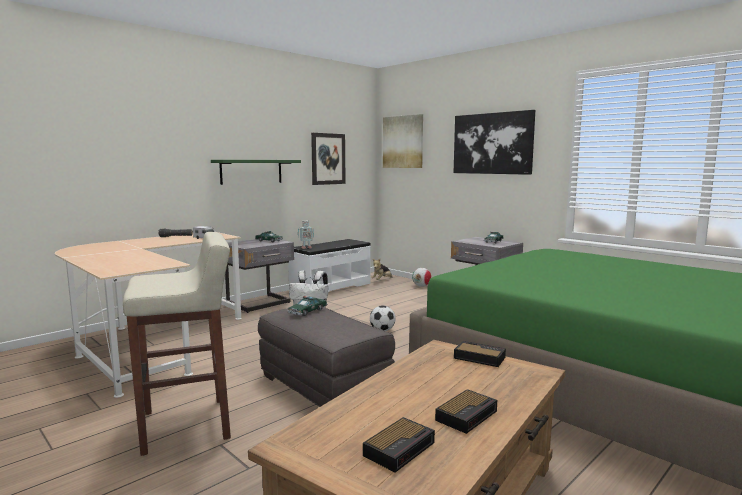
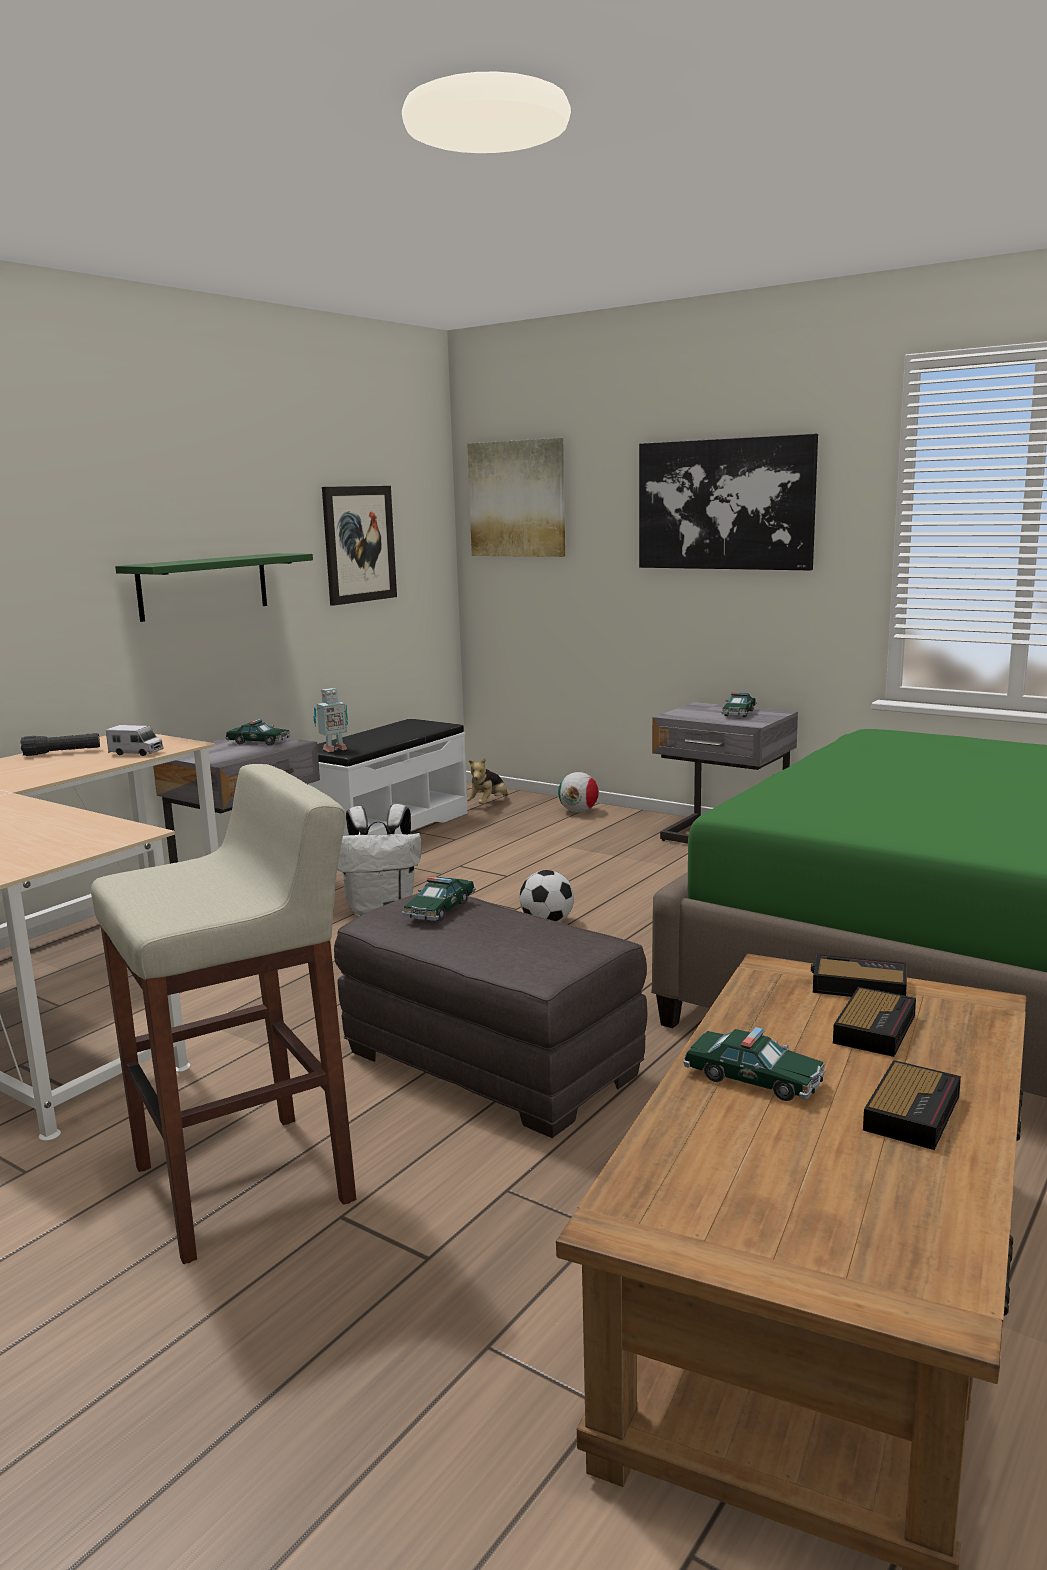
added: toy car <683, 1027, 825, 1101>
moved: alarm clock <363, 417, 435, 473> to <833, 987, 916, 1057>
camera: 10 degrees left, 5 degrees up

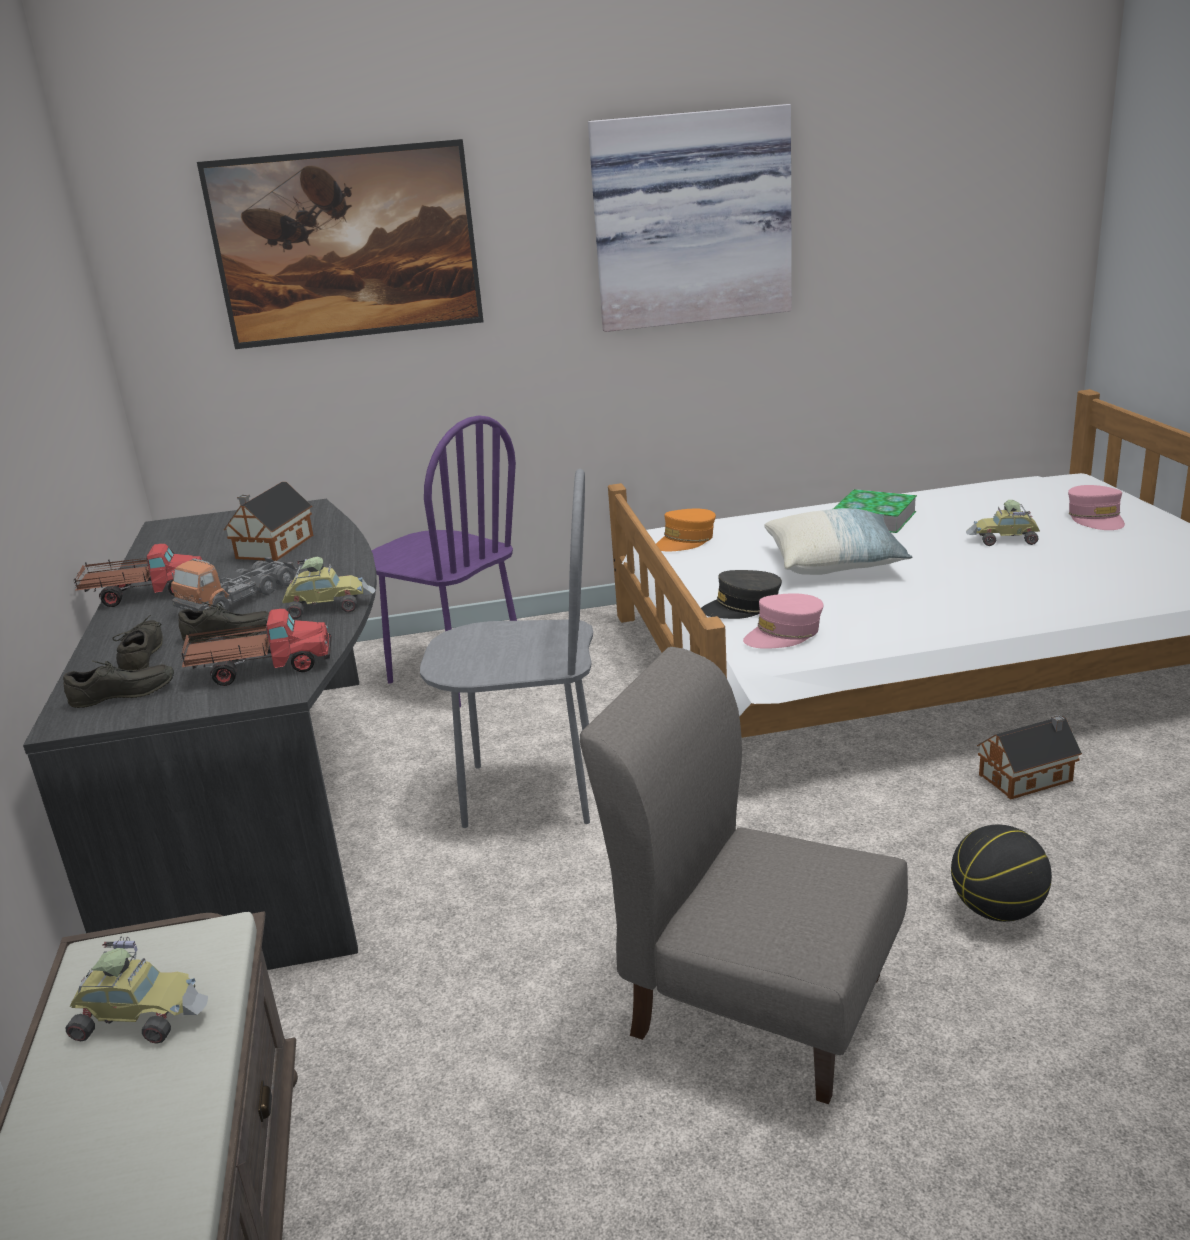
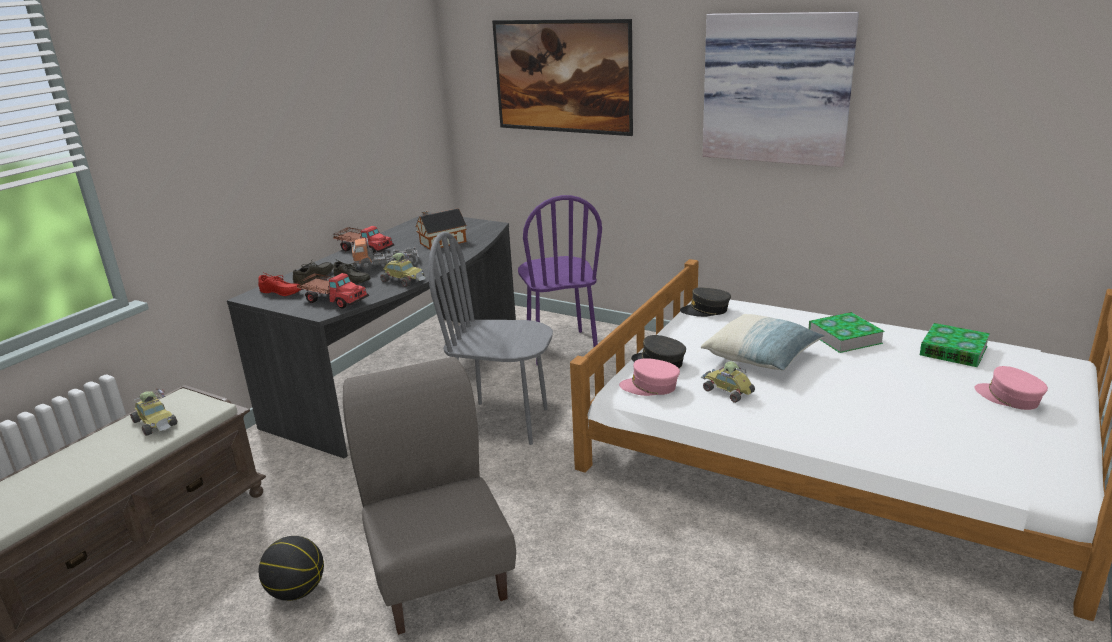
removed: toy house <977, 715, 1082, 800>
added: book <920, 323, 990, 367>
moved: basketball <951, 825, 1052, 922> to <259, 536, 324, 601>; toy car <966, 500, 1040, 546> to <700, 361, 755, 403>
recoloured: grey shoe <63, 661, 174, 708> to red shoe <258, 273, 301, 296>; orange cap <656, 509, 716, 551> to grey cap <680, 288, 731, 317>
turned: grey chair <420, 469, 593, 828> = <428, 232, 553, 445> 150 degrees clockwise; pink cap <1068, 485, 1125, 530> = <974, 366, 1048, 410> 105 degrees clockwise
camera: 40 degrees right, 0 degrees up

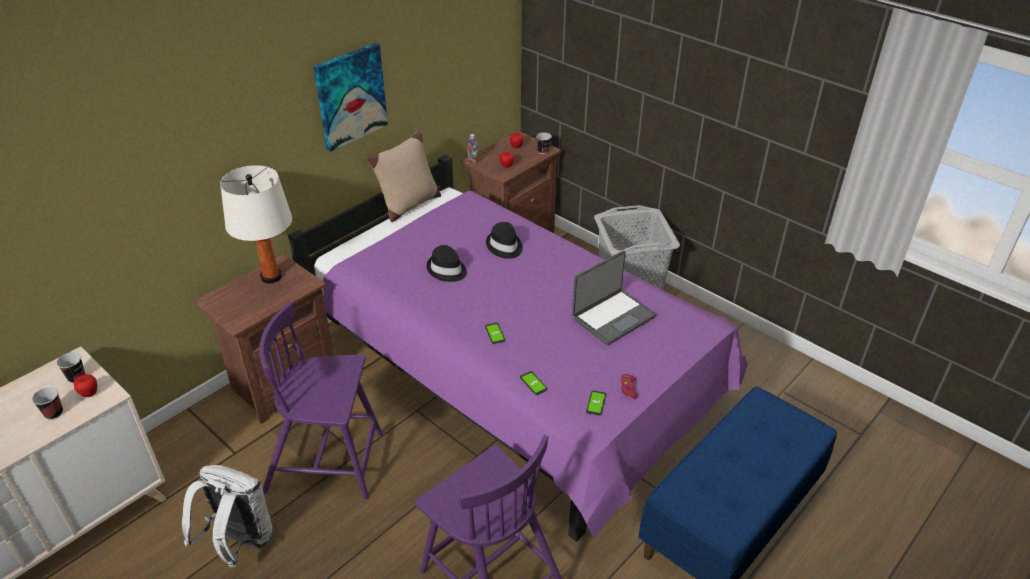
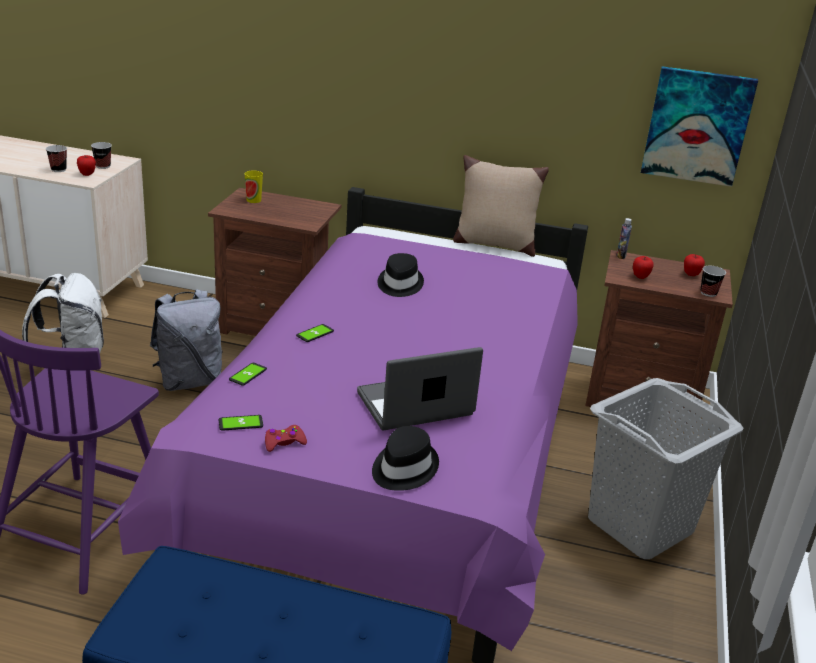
removed: white table lamp <220, 165, 292, 283>
added: cup <245, 171, 263, 203>
moved: picture <314, 43, 388, 152> to <641, 66, 758, 187>; black hat <486, 222, 523, 259> to <372, 426, 439, 491>
replaced: purple chair <259, 302, 383, 499> to grey backpack <150, 289, 223, 391>
turned: laptop <572, 251, 656, 345> = <357, 347, 483, 431> 135 degrees clockwise
camera: 60 degrees right, 10 degrees down

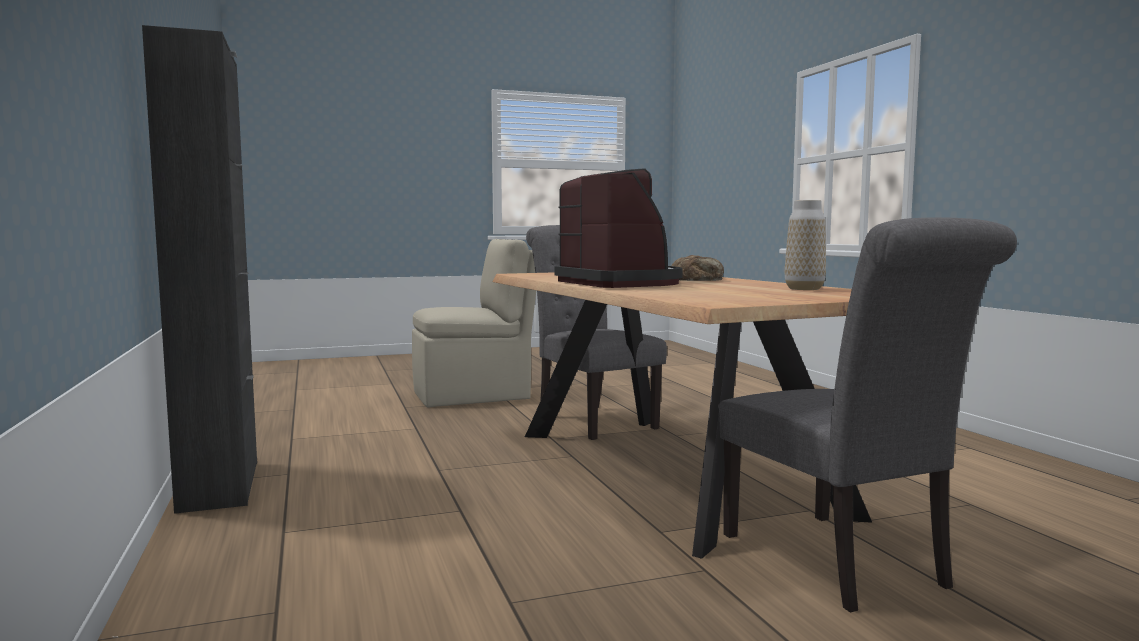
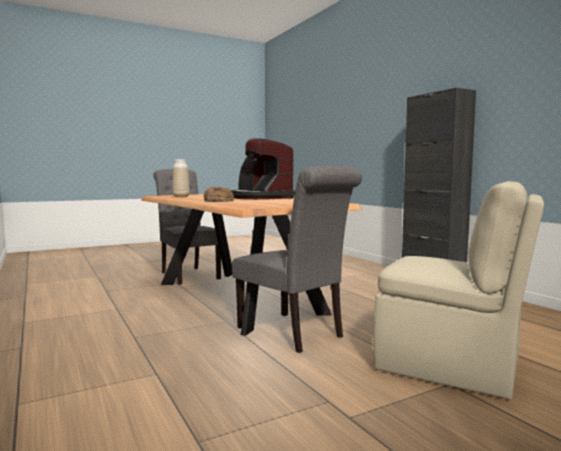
turned: beige chair <412, 239, 536, 408> = <374, 181, 544, 399> 120 degrees counterclockwise
camera: 170 degrees right, 0 degrees up

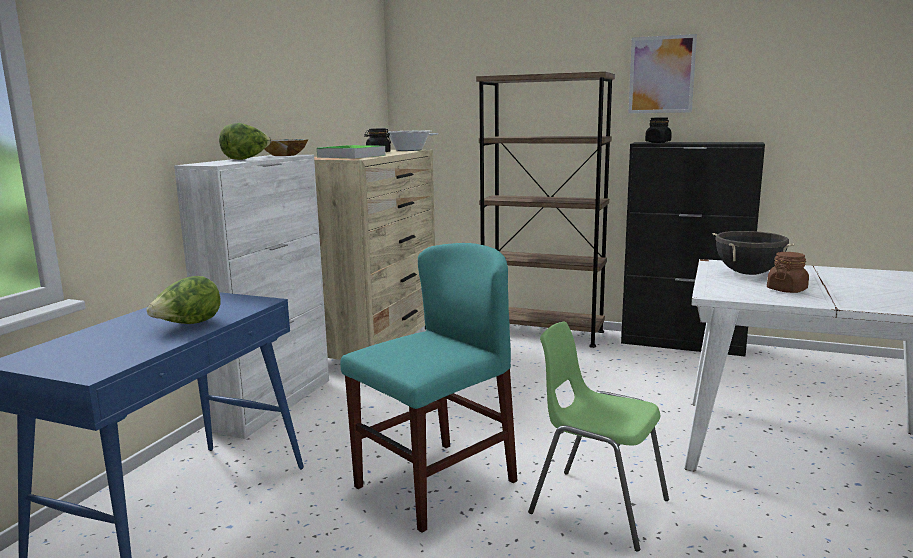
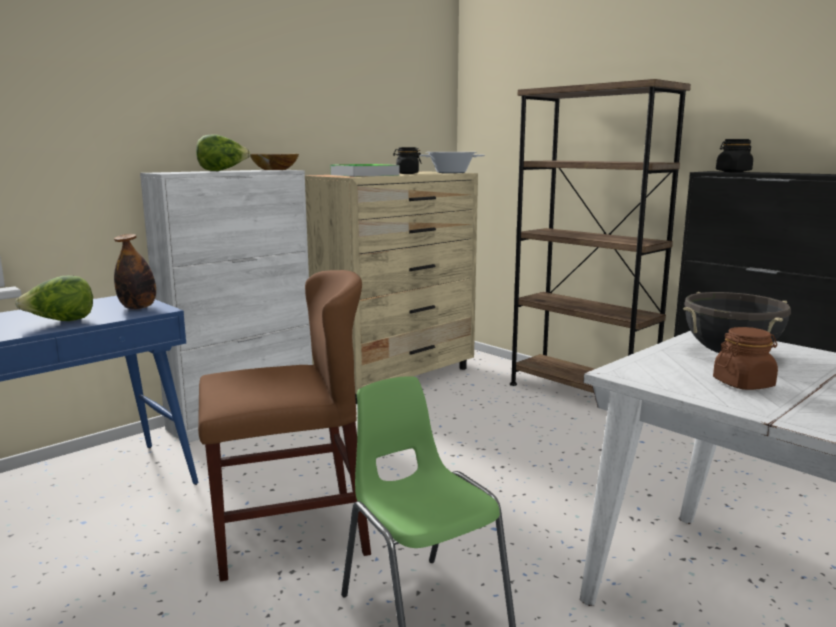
removed: picture <628, 34, 697, 113>
added: bottle <114, 234, 156, 310>
recoloured: turquoise chair <340, 243, 517, 533> to brown chair <198, 270, 371, 582>
camera: 25 degrees right, 0 degrees up

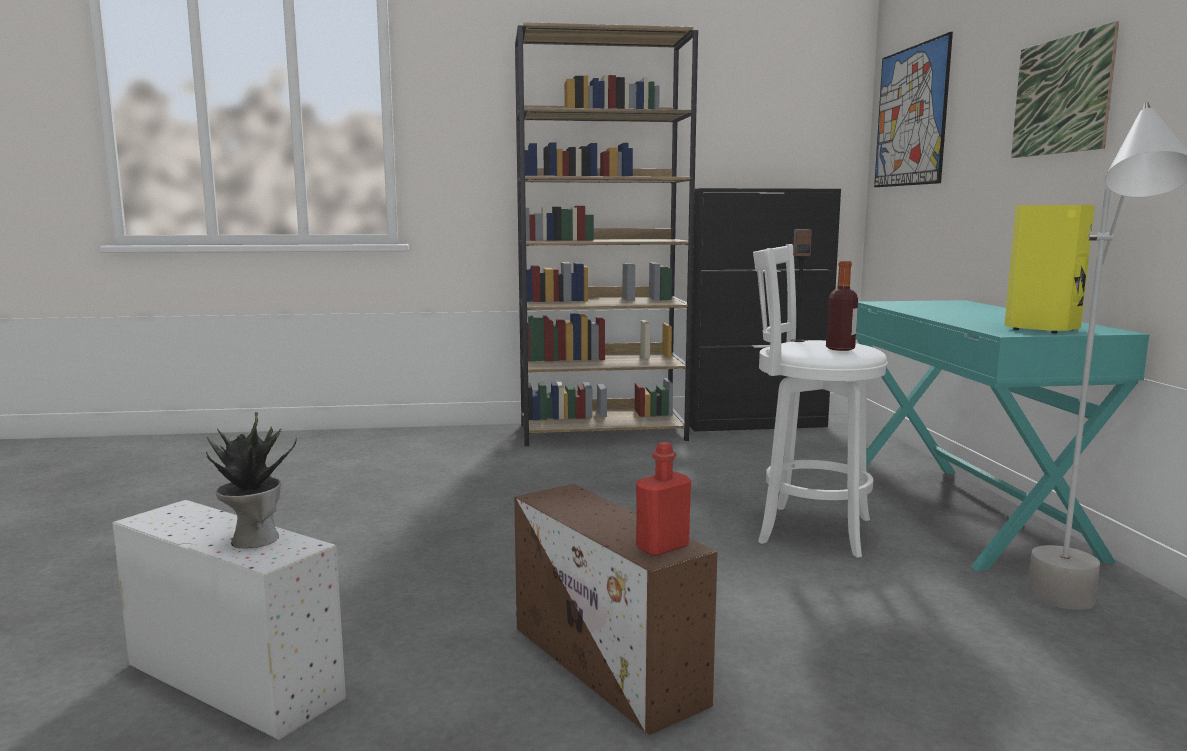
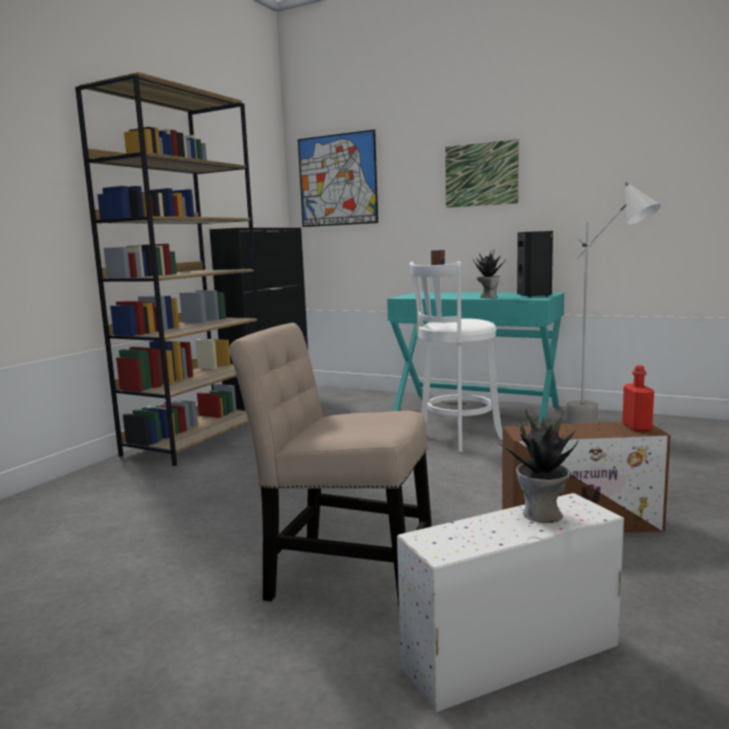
removed: bottle <826, 261, 858, 351>
added: beige chair <229, 323, 432, 606>; potted plant <473, 250, 506, 298>
recoloured: yellow speaker <1004, 205, 1095, 333> to black speaker <517, 231, 553, 298>
camera: 55 degrees left, 0 degrees up

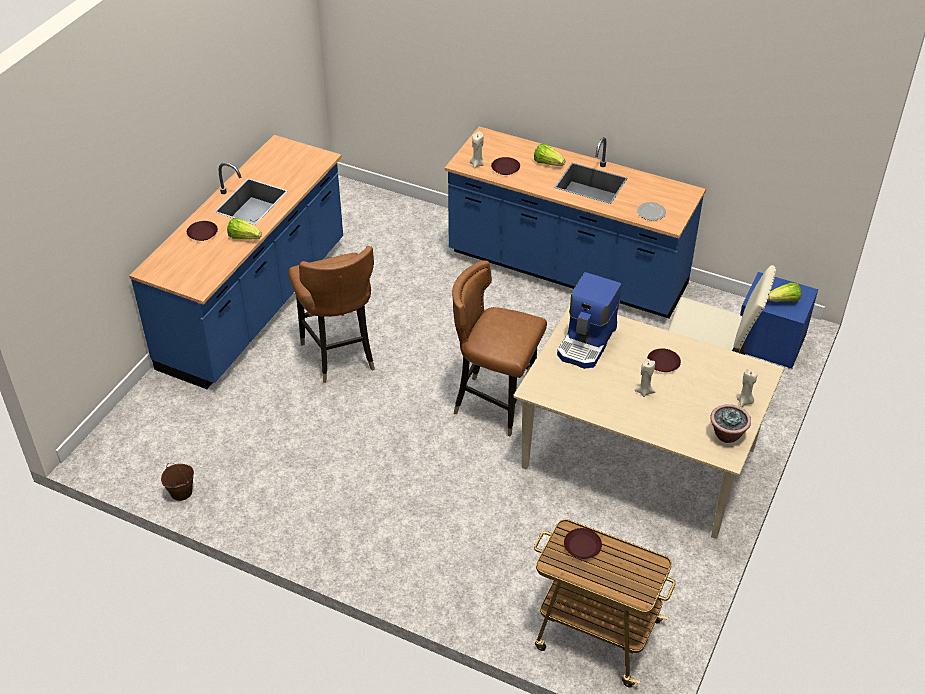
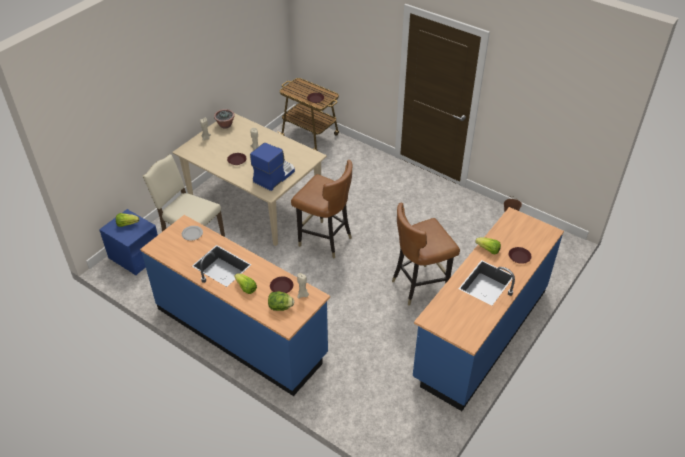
added: lettuce <268, 291, 294, 311>
turned: brown chair <289, 246, 375, 383> = <392, 203, 460, 306> 105 degrees counterclockwise
camera: 170 degrees left, 0 degrees up

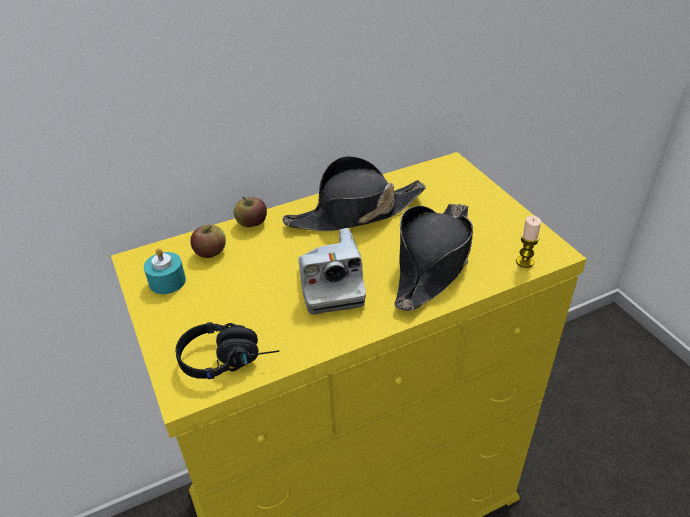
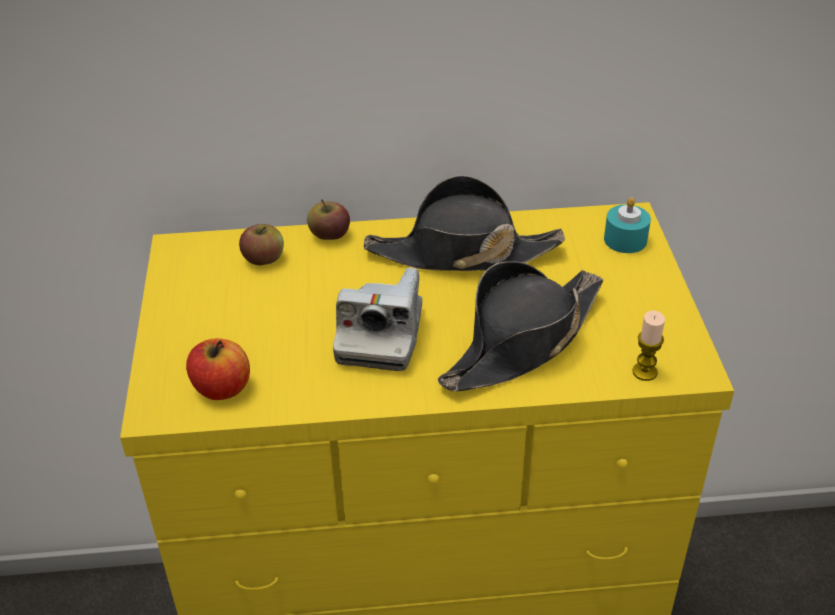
moved: turquoise candle <144, 248, 186, 294> to <604, 197, 651, 253>
replaced: black headphones <176, 322, 279, 379> to apple <186, 338, 250, 400>
camera: 20 degrees right, 0 degrees up

